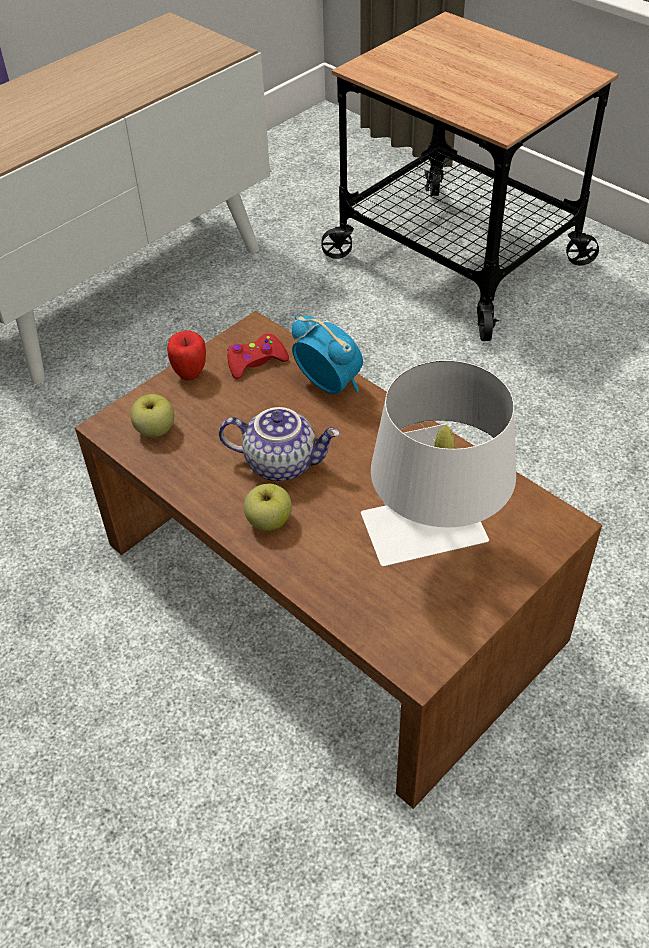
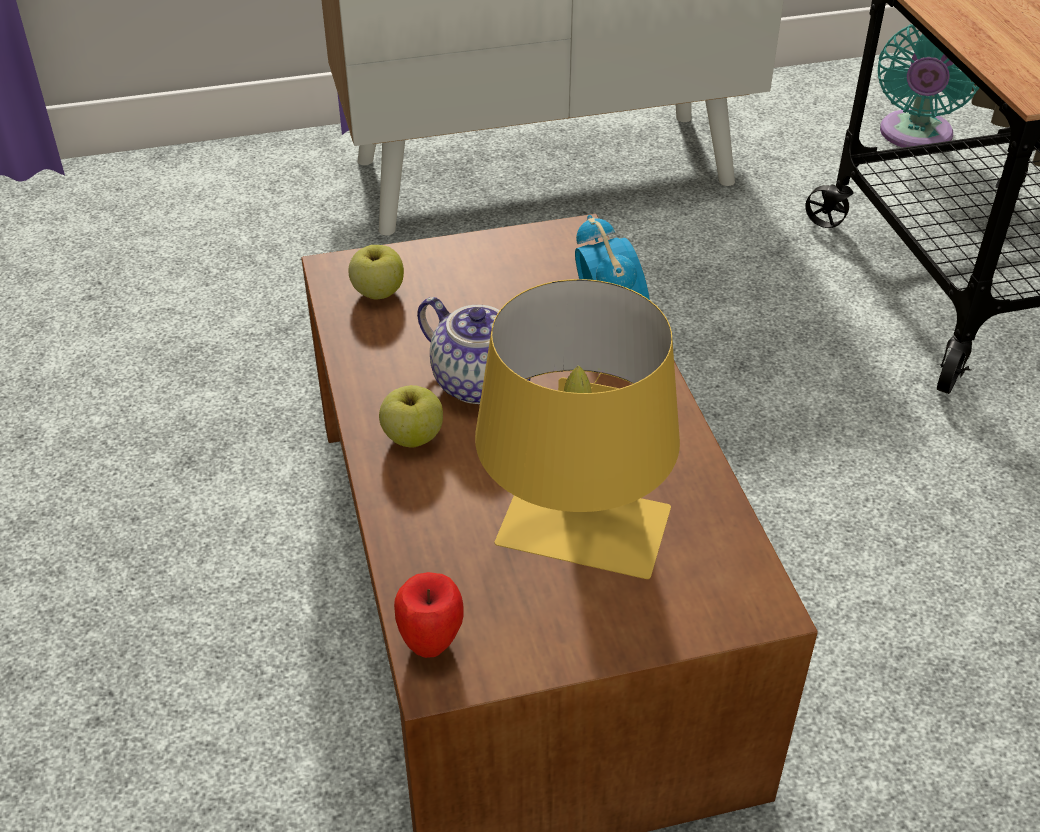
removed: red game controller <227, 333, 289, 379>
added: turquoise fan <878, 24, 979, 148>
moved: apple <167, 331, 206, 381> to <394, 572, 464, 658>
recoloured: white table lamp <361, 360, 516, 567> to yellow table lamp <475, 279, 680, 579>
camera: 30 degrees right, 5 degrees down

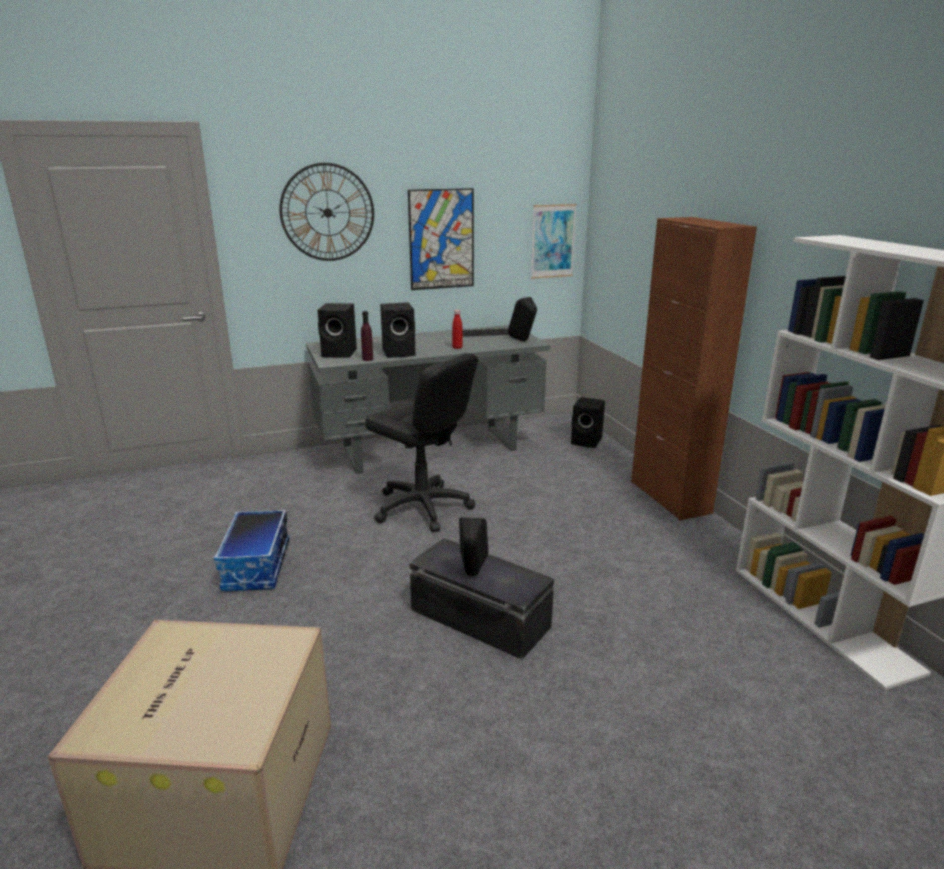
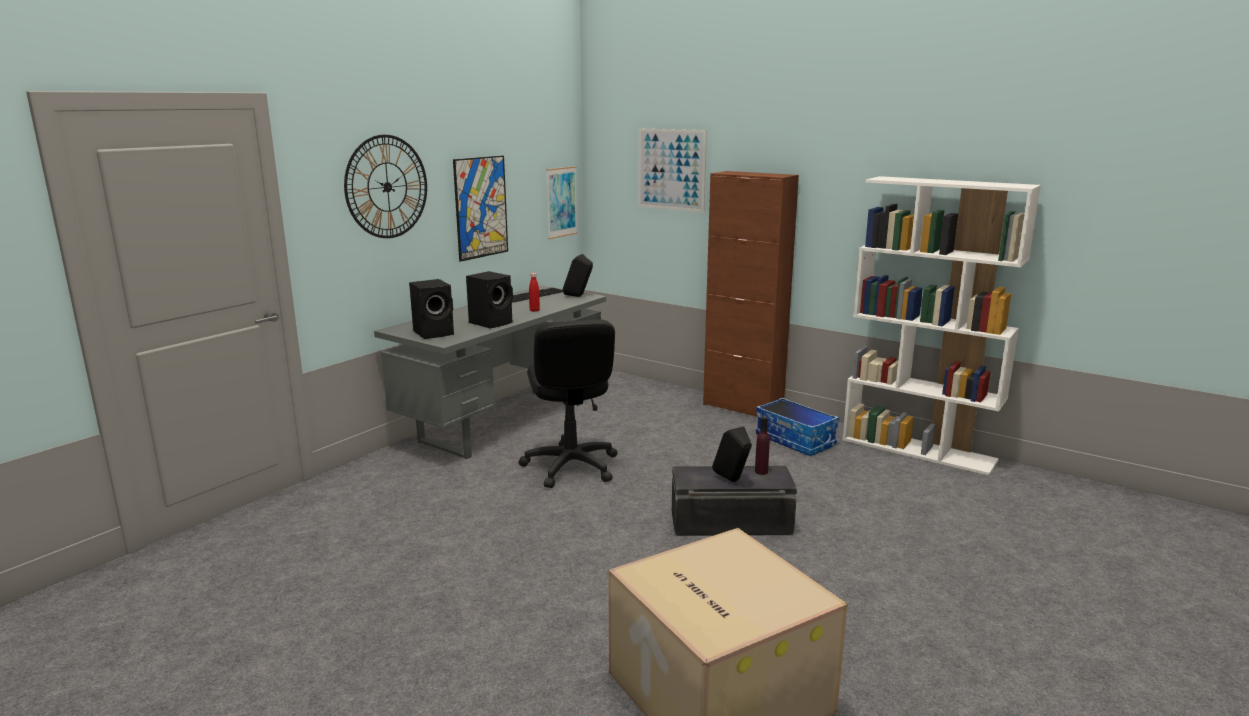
removed: black speaker <571, 397, 605, 448>
added: picture <638, 129, 707, 212>
moved: storage box <214, 510, 290, 591> to <756, 398, 839, 456>; purple bottle <361, 311, 373, 361> to <755, 417, 770, 475>
turned: black office chair <365, 353, 478, 532> = <519, 319, 618, 488> 75 degrees clockwise
camera: 35 degrees left, 5 degrees down

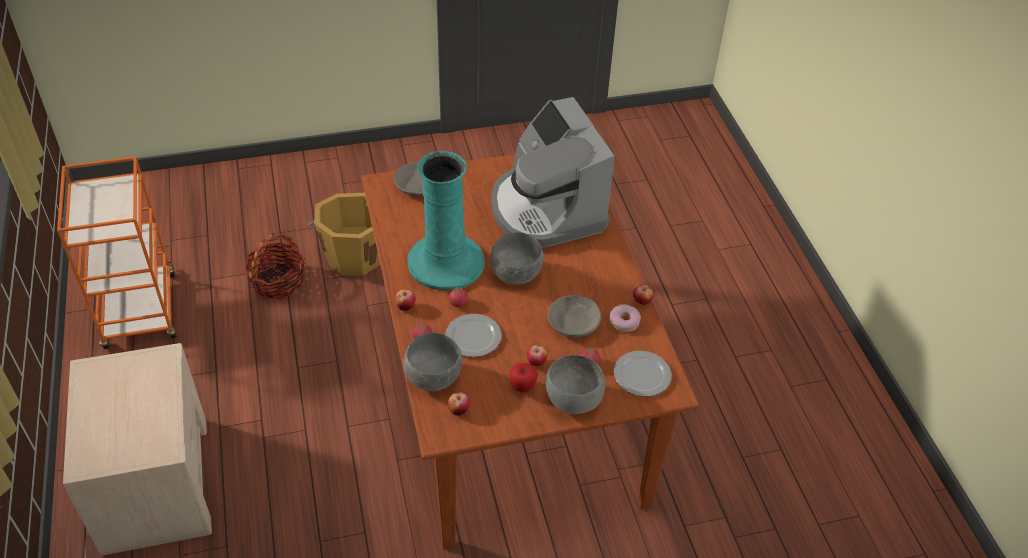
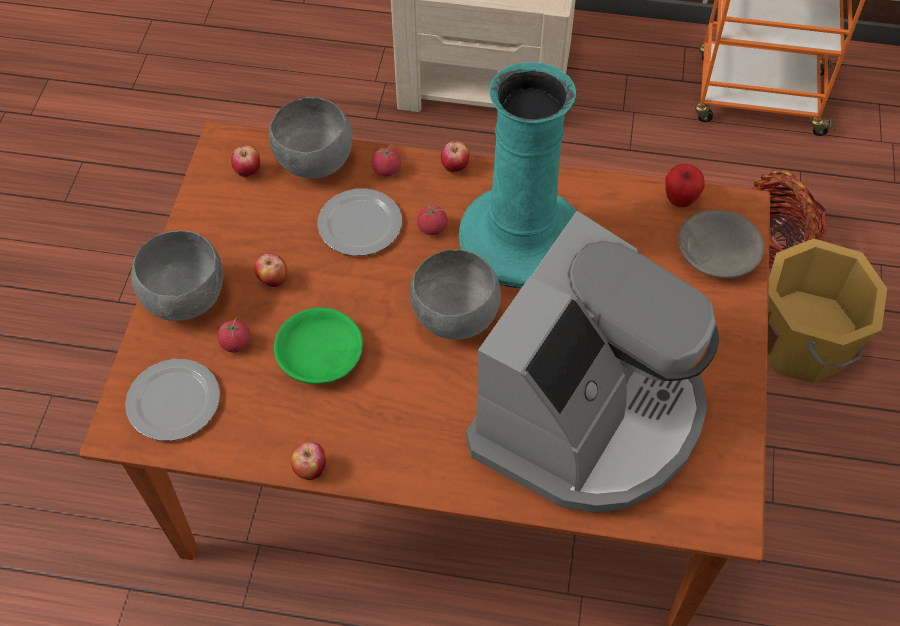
removed: donut <609, 304, 641, 332>
moved: apple <509, 363, 538, 393> to <665, 164, 705, 207>
recoloured: grey bowl <548, 295, 601, 337> to green bowl <274, 307, 363, 384>
turned: coffee machine <491, 97, 615, 248> = <466, 211, 719, 513> 120 degrees clockwise
camera: 115 degrees right, 10 degrees up

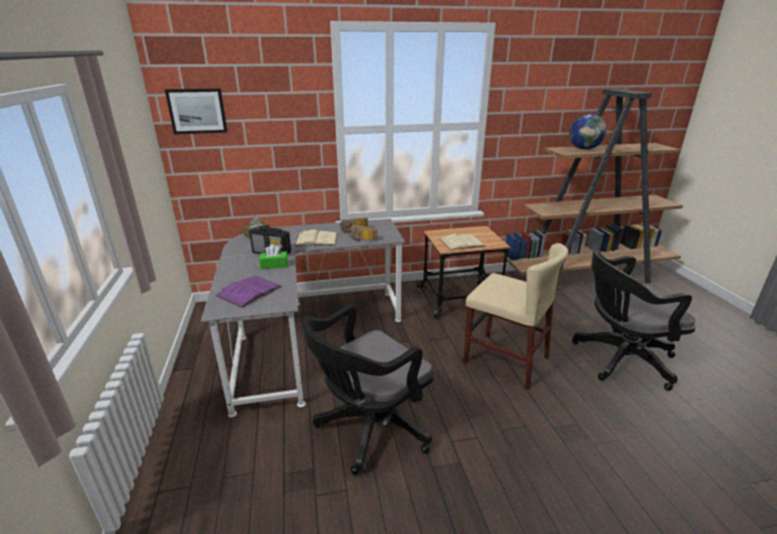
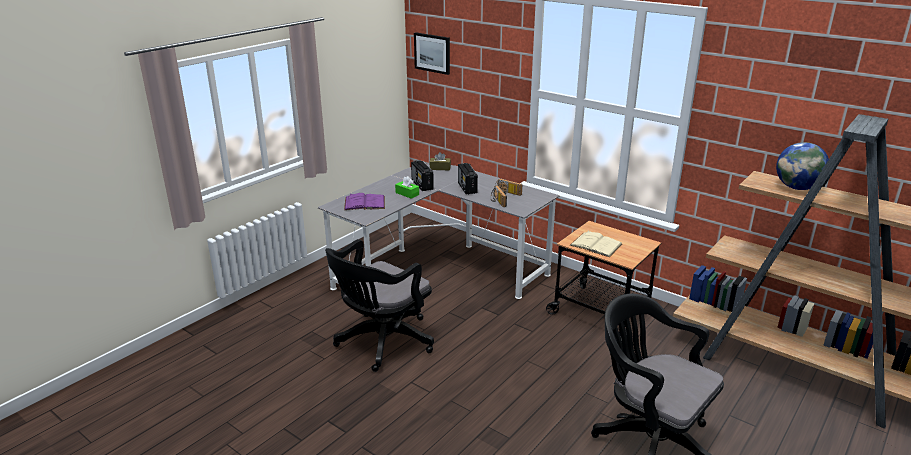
removed: beige chair <463, 243, 569, 389>
replaced: beige book <295, 230, 338, 246> to radio <458, 163, 478, 194>
turned: black office chair <301, 305, 434, 475> = <325, 239, 434, 372> 60 degrees counterclockwise
camera: 50 degrees right, 0 degrees up

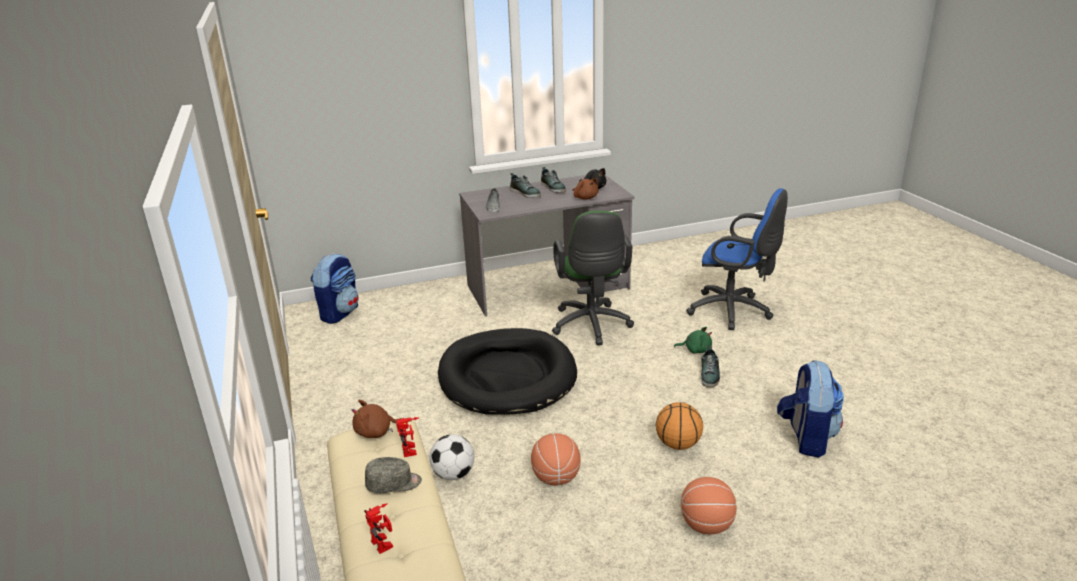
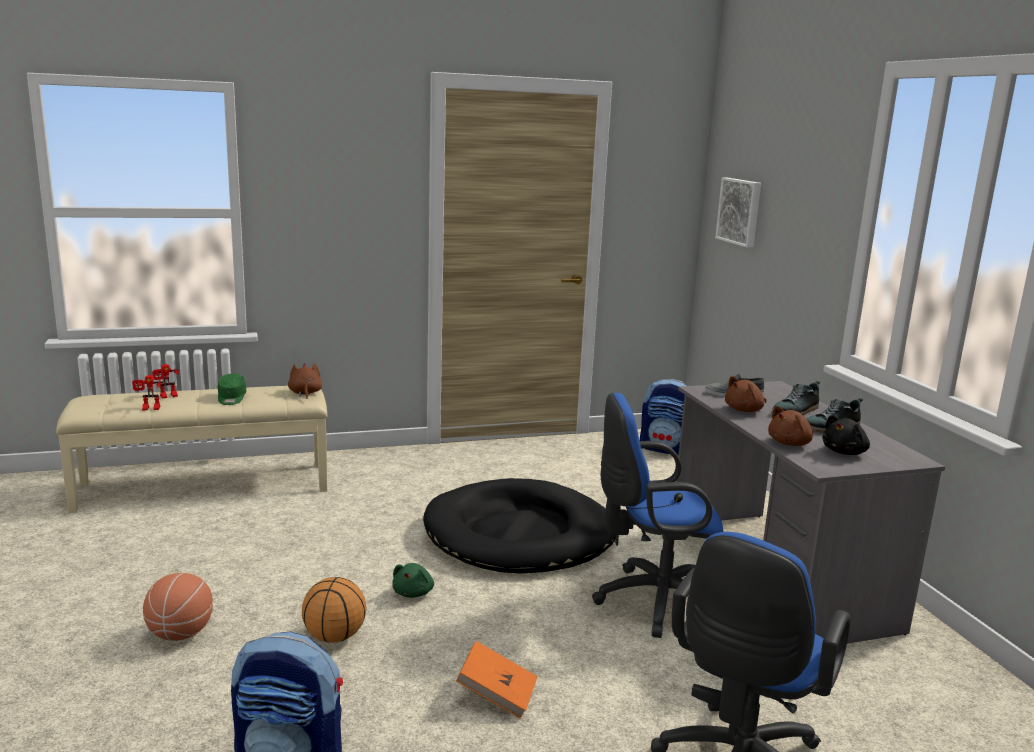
removed: football <429, 434, 474, 480>; basketball <531, 433, 581, 485>
added: picture <715, 178, 761, 247>; brown plush toy <725, 376, 767, 412>
moved: toy robot <396, 417, 419, 457> to <132, 375, 163, 410>; green plush toy <674, 327, 712, 354> to <392, 563, 434, 598>
replaced: shoe <701, 346, 720, 388> to orange book <456, 641, 538, 719>
recoloured: grey cap <365, 457, 422, 494> to green cap <218, 374, 246, 405>; green office chair <552, 211, 634, 345> to blue office chair <592, 393, 723, 638>
camera: 90 degrees right, 10 degrees down

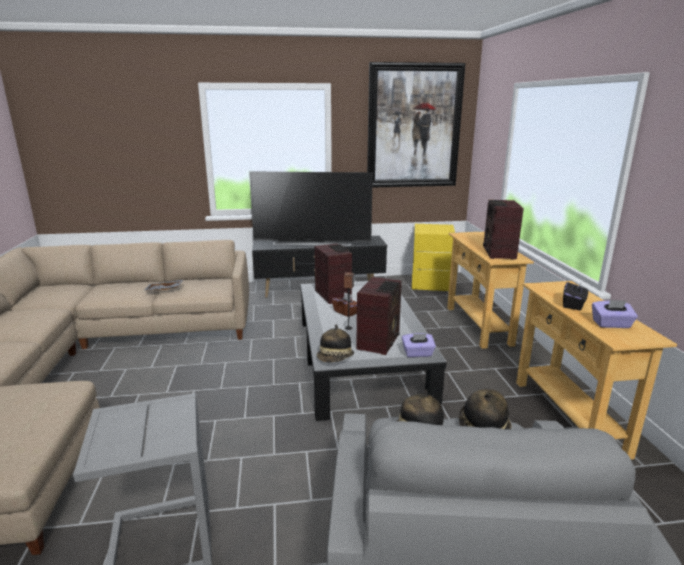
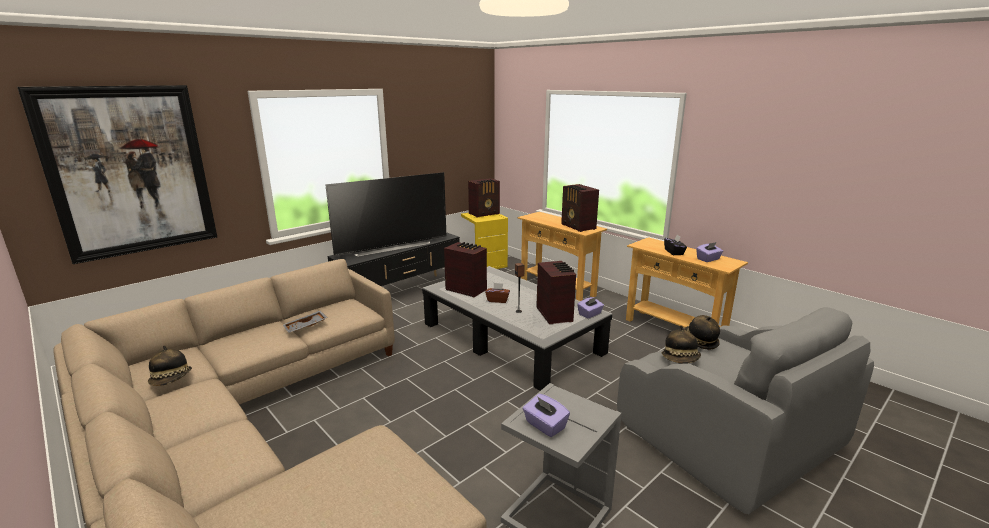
added: radio <468, 178, 500, 218>; purple tissue box <523, 394, 570, 437>
moved: hat <317, 324, 354, 362> to <148, 346, 192, 386>; picture <367, 62, 465, 188> to <17, 85, 217, 264>
camera: 35 degrees left, 0 degrees up

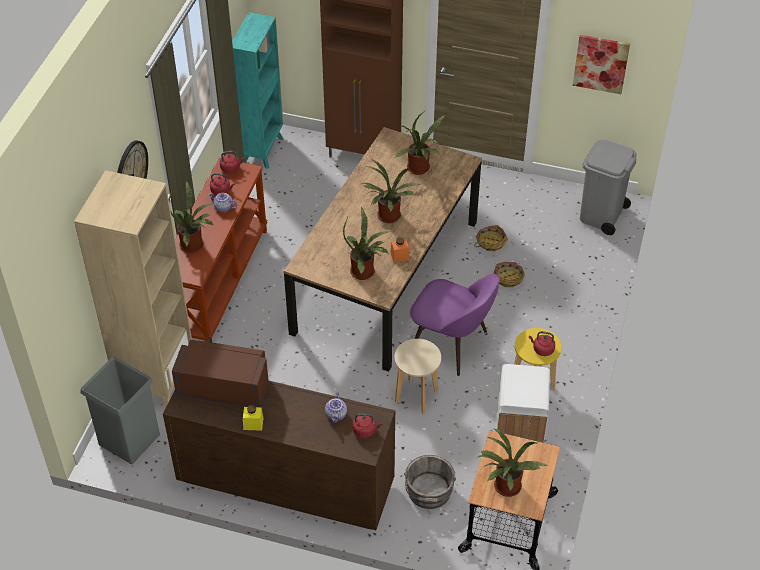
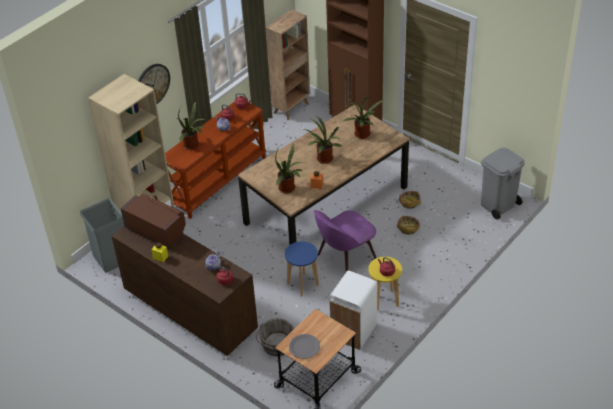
removed: picture <573, 35, 630, 94>
replaced: potted plant <478, 428, 548, 497> to grey plate <289, 334, 320, 359>
recoloured: turquoise bookcase <232, 12, 283, 169> to brown bookcase <266, 9, 310, 120>; beige stool <394, 339, 441, 414> to blue stool <285, 241, 319, 296>
turned: purple chair <410, 274, 500, 376> = <314, 210, 376, 272> 90 degrees clockwise
camera: 25 degrees right, 5 degrees down

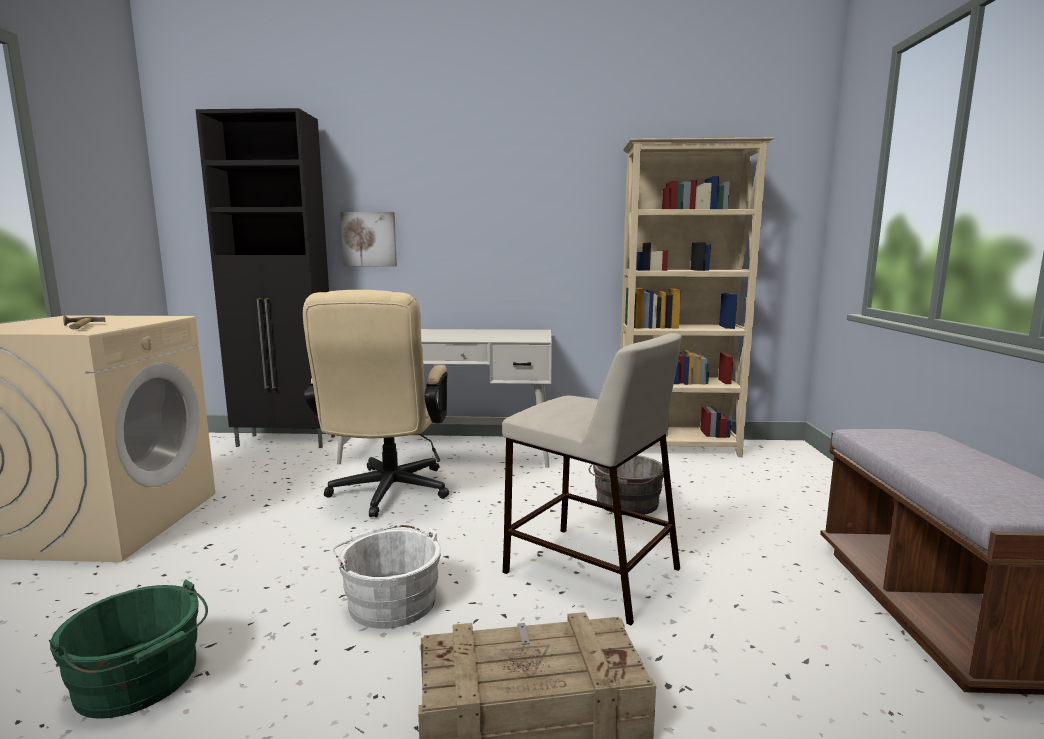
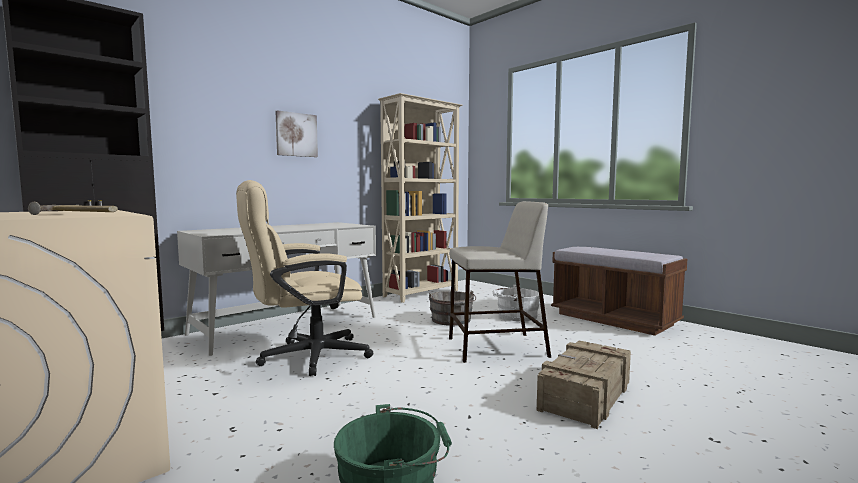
moved: white bucket <332, 525, 441, 629> to <493, 285, 540, 321>; picture <340, 212, 397, 266> to <275, 110, 318, 157>
turned: beige office chair <303, 290, 449, 517> = <236, 180, 373, 376> 105 degrees clockwise
camera: 45 degrees left, 5 degrees down

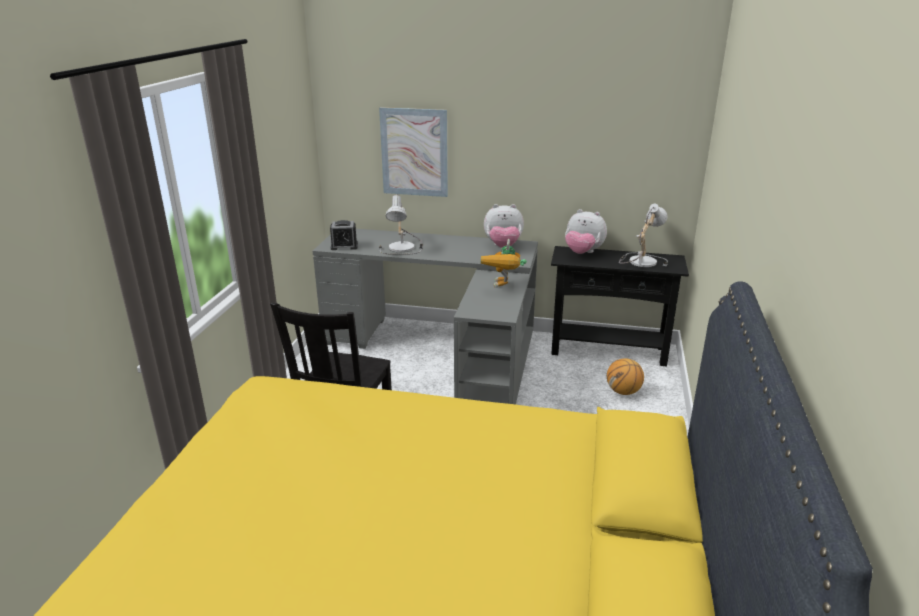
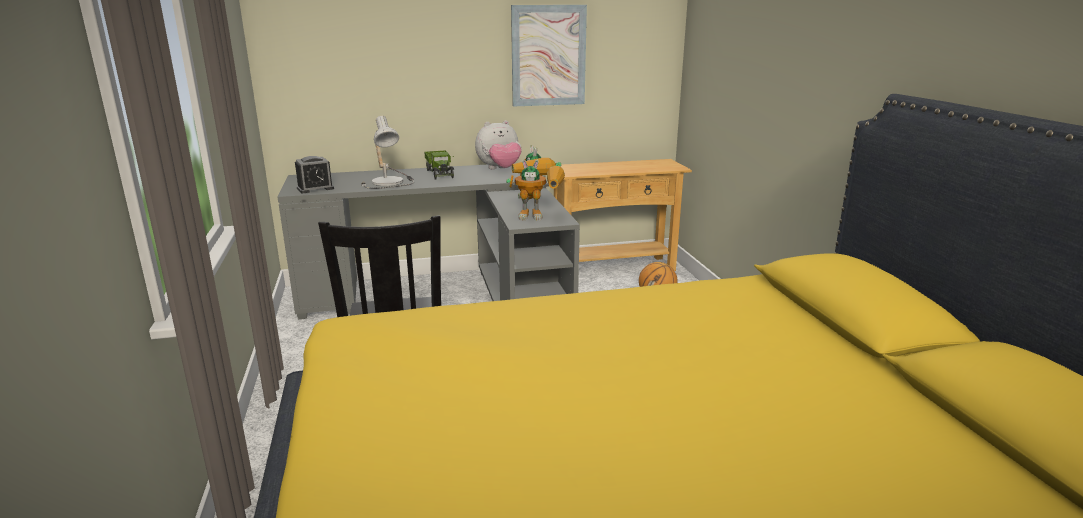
removed: plush toy <565, 209, 607, 254>; table lamp <619, 204, 668, 267>
added: toy truck <424, 150, 454, 180>; toy robot <506, 159, 565, 221>
moved: picture <379, 107, 448, 197> to <511, 5, 587, 107>
recoloured: black console table <551, 246, 689, 366> to beige console table <554, 159, 692, 271>
camera: 25 degrees left, 5 degrees down

